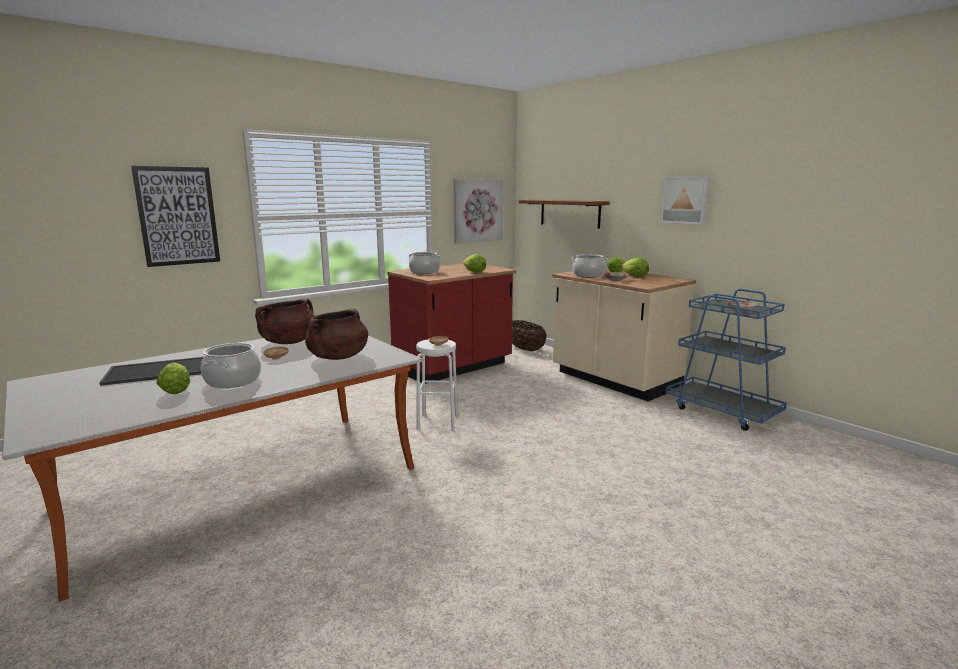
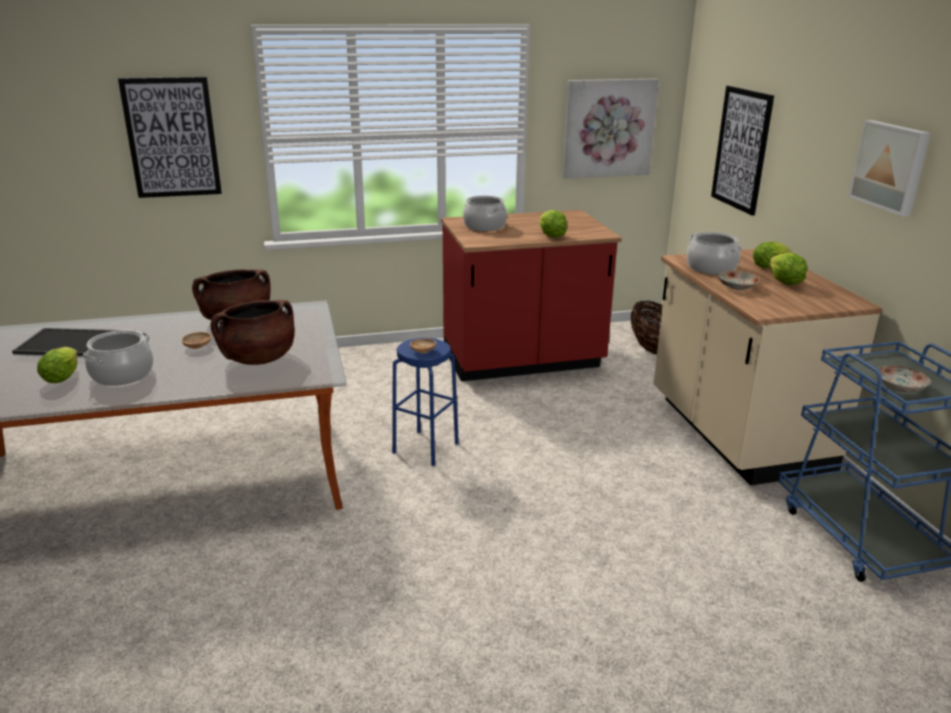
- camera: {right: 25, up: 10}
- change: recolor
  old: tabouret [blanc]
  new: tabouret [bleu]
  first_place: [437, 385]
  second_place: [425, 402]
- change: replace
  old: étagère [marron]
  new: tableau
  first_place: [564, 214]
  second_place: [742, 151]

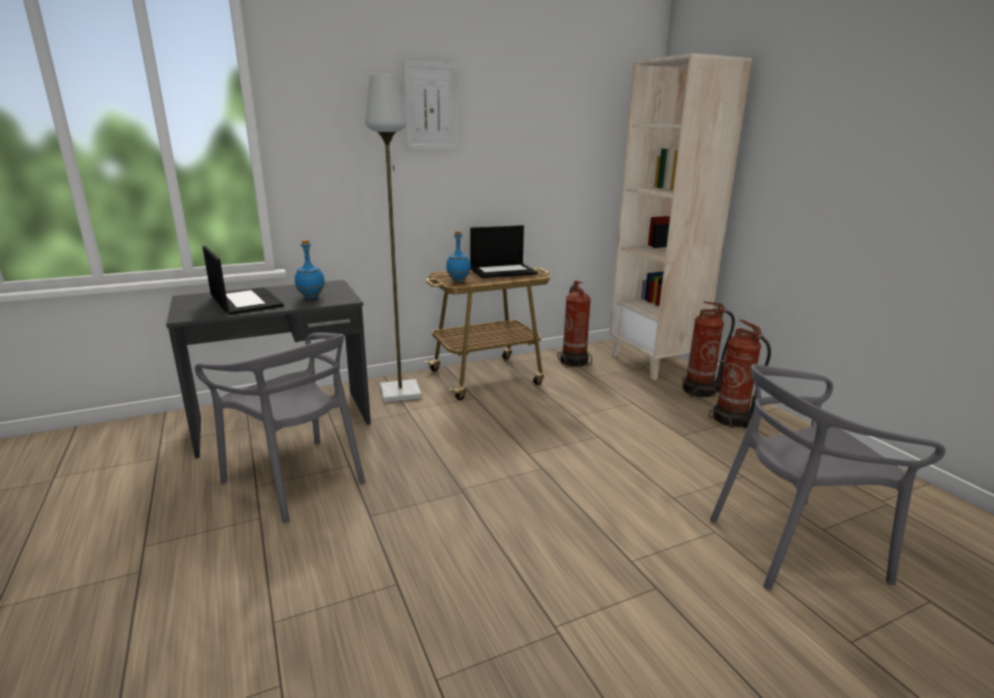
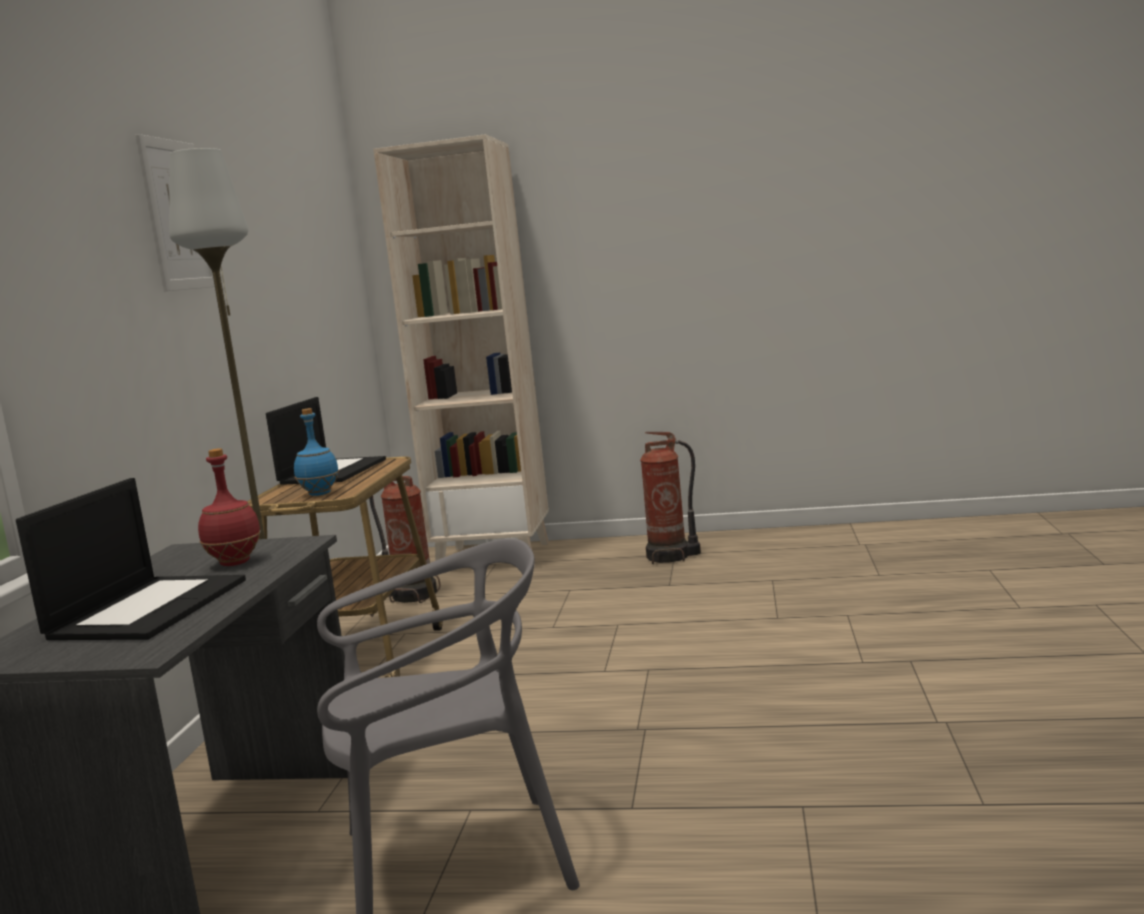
- camera: {right: -55, up: -10}
- change: rotate
  old: ordinateur portable
  first_place: [243, 280]
  second_place: [131, 559]
  degrees: 105
- change: recolor
  old: bouteille [bleu]
  new: bouteille [rouge]
  first_place: [310, 269]
  second_place: [229, 507]
- change: delete
  old: extincteur
  first_place: [708, 349]
- change: delete
  old: chaise [gris]
  first_place: [828, 477]

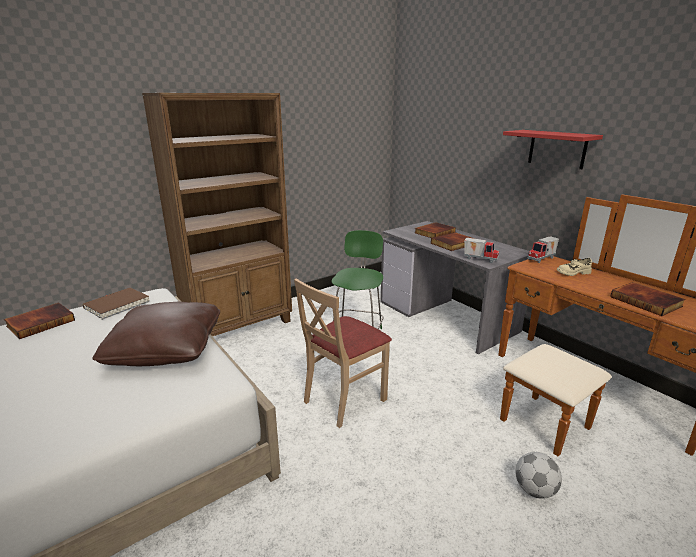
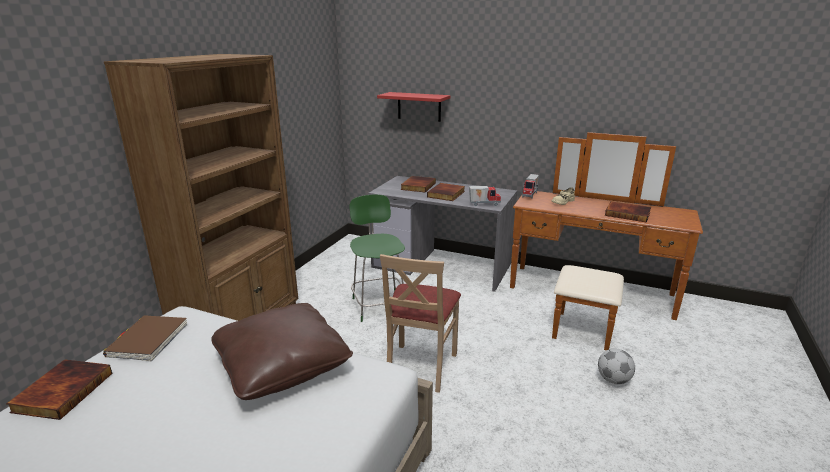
- camera: {right: -30, up: 0}
- change: move
  old: étagère [rouge]
  first_place: [553, 149]
  second_place: [414, 107]

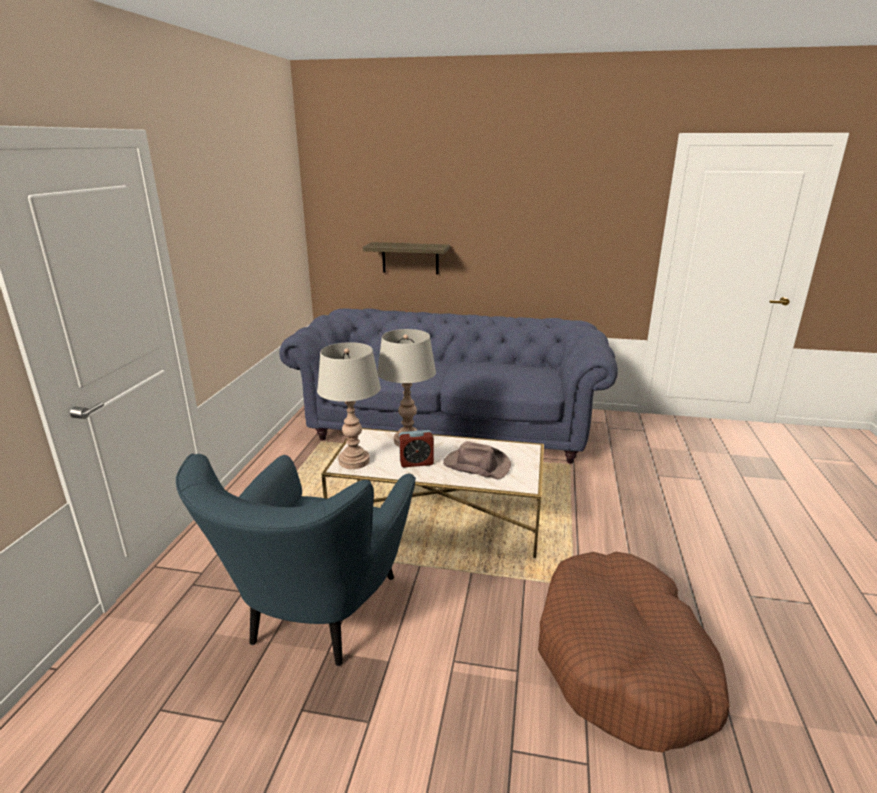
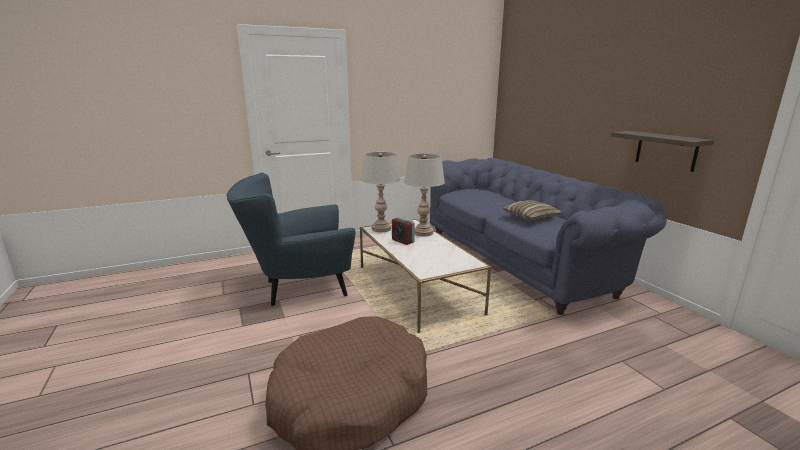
- camera: {right: 55, up: -5}
- change: insert
  new: coussin
  second_place: [533, 210]
- change: move
  old: étagère
  first_place: [406, 258]
  second_place: [663, 151]
- change: delete
  old: chapeau [marron]
  first_place: [477, 460]

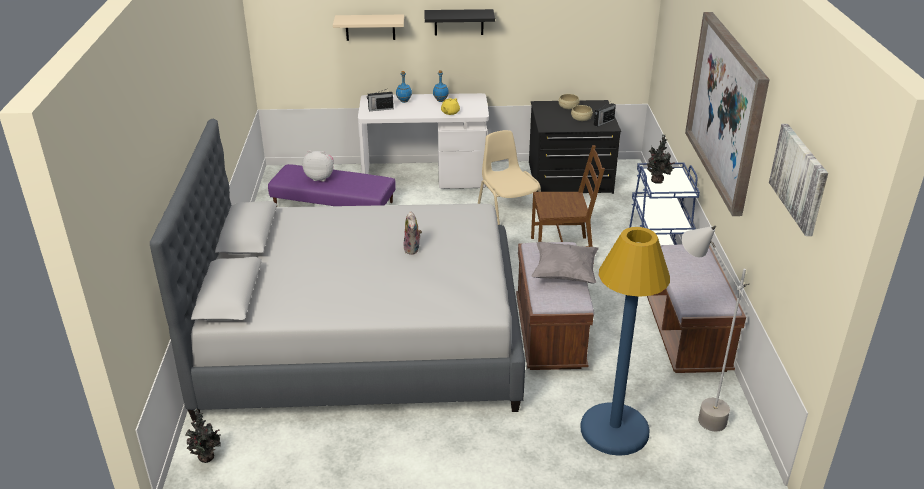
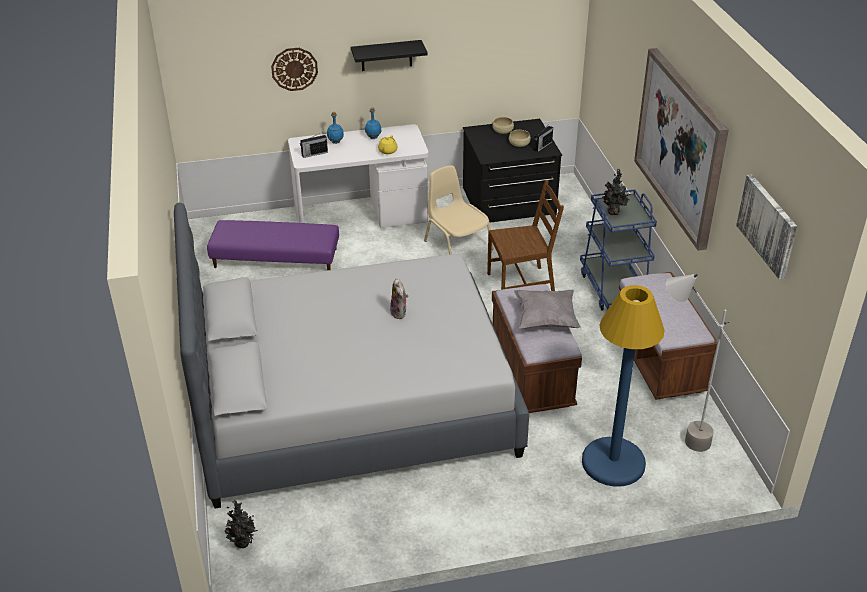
- camera: {right: -10, up: 5}
- change: replace
  old: étagère [beige]
  new: horloge murale
  first_place: [368, 28]
  second_place: [294, 69]
- change: delete
  old: peluche
  first_place: [318, 166]

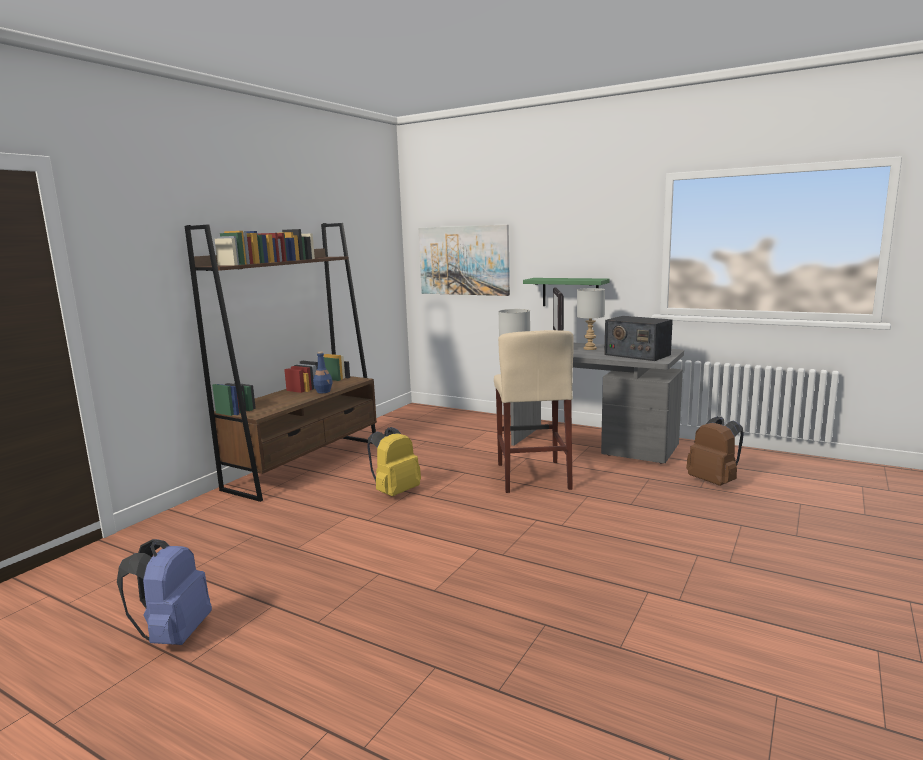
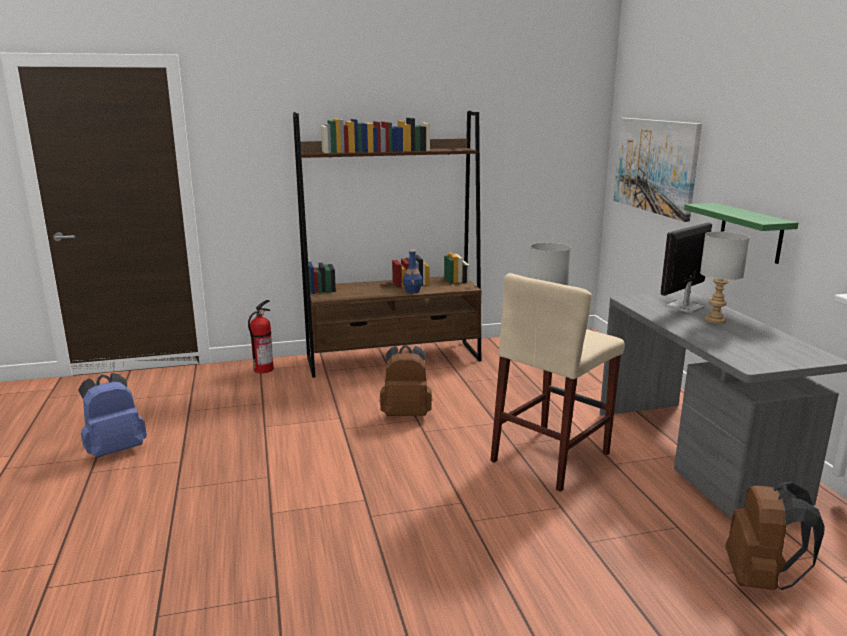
- camera: {right: 45, up: 5}
- change: insert
  new: extincteur
  second_place: [261, 336]
- change: recolor
  old: sac à dos [jaune]
  new: sac à dos [marron]
  first_place: [394, 461]
  second_place: [406, 380]
- change: delete
  old: radio
  first_place: [638, 338]

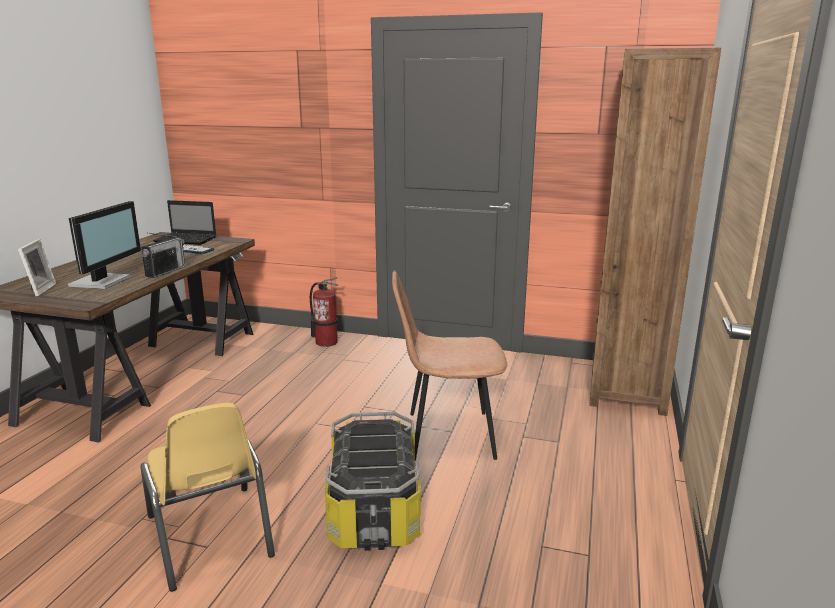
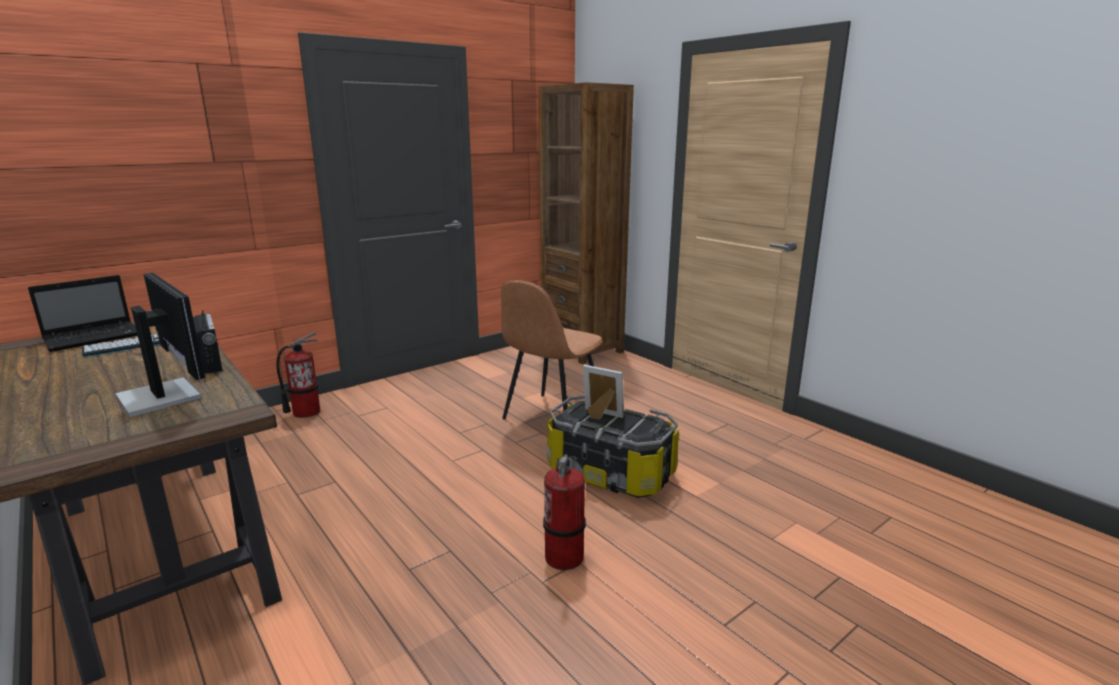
- camera: {right: -55, up: 0}
- change: replace
  old: chaise [jaune]
  new: extincteur
  first_place: [207, 497]
  second_place: [564, 512]
- change: move
  old: cadre photo
  first_place: [37, 267]
  second_place: [603, 392]

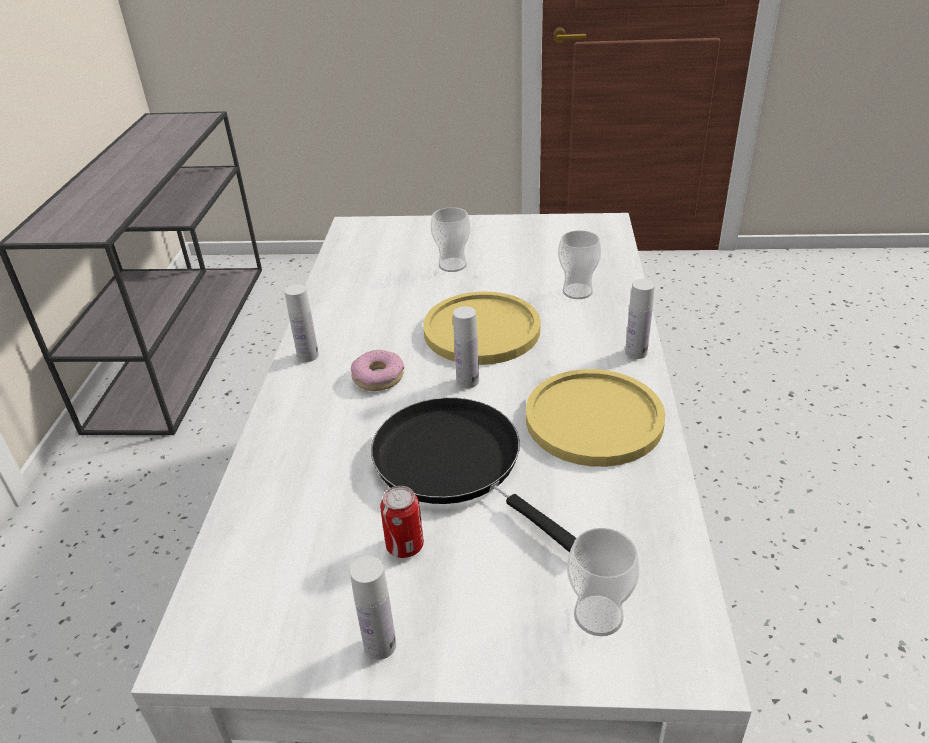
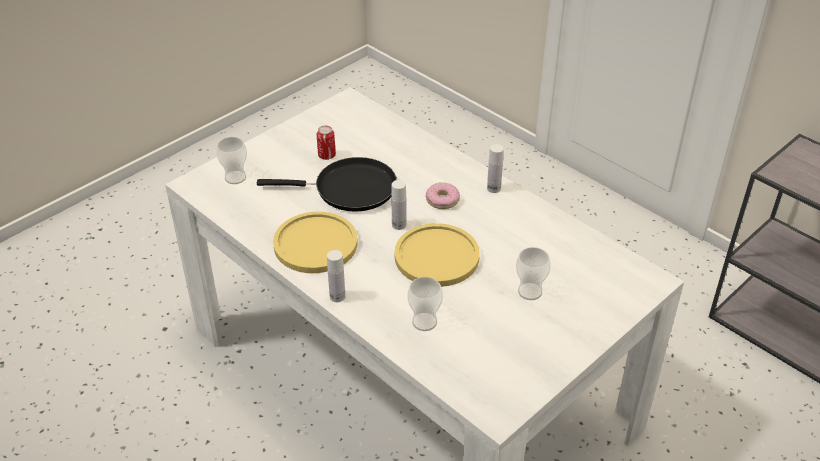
- camera: {right: 130, up: 5}
- change: delete
  old: bouteille [blanc]
  first_place: [373, 608]

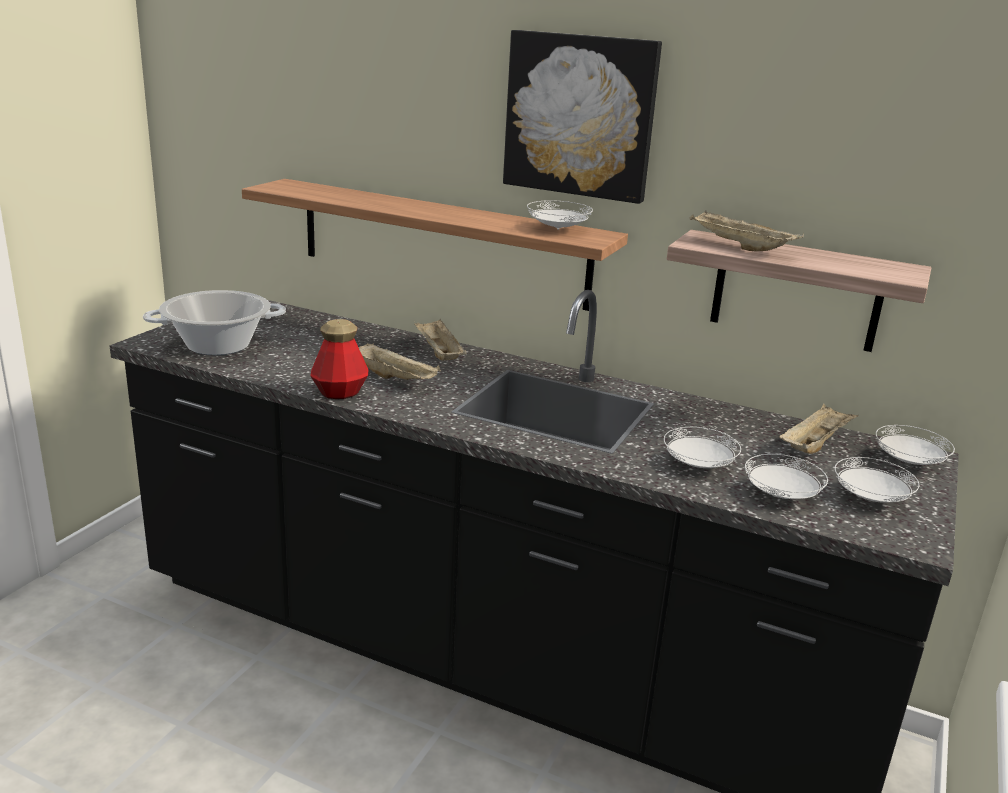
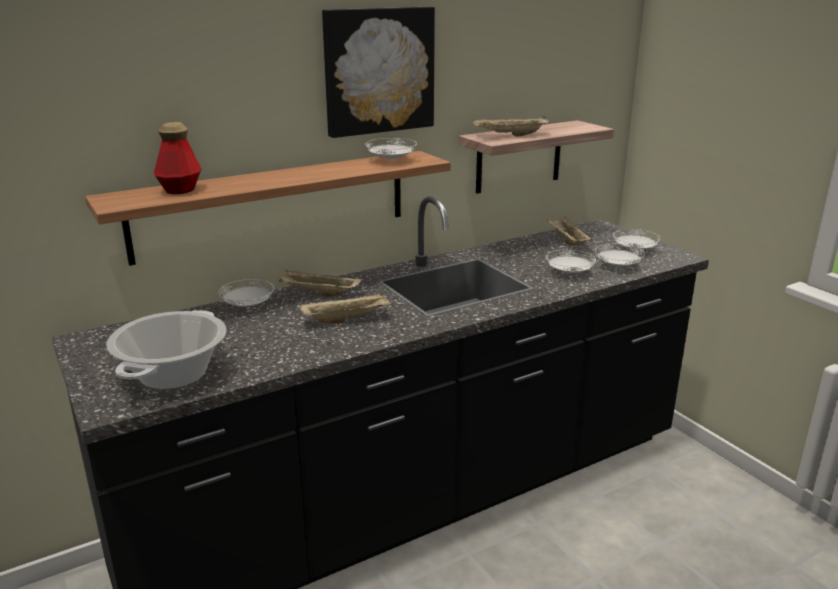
- camera: {right: -55, up: 0}
- change: move
  old: bouteille
  first_place: [339, 359]
  second_place: [177, 158]
- change: move
  old: assiette [blanc]
  first_place: [915, 445]
  second_place: [246, 293]

